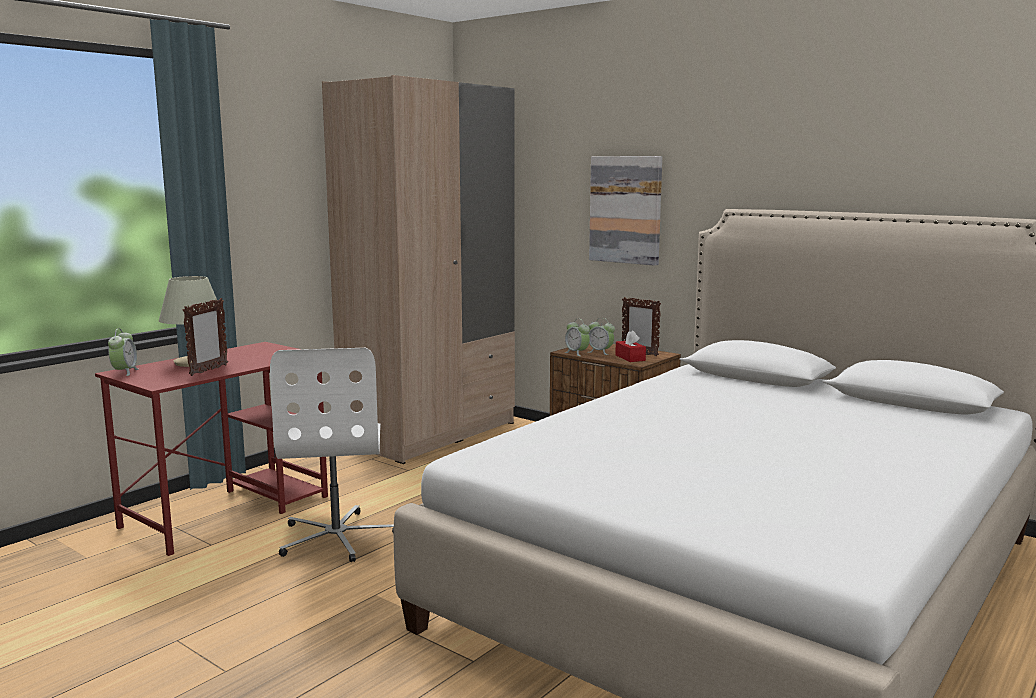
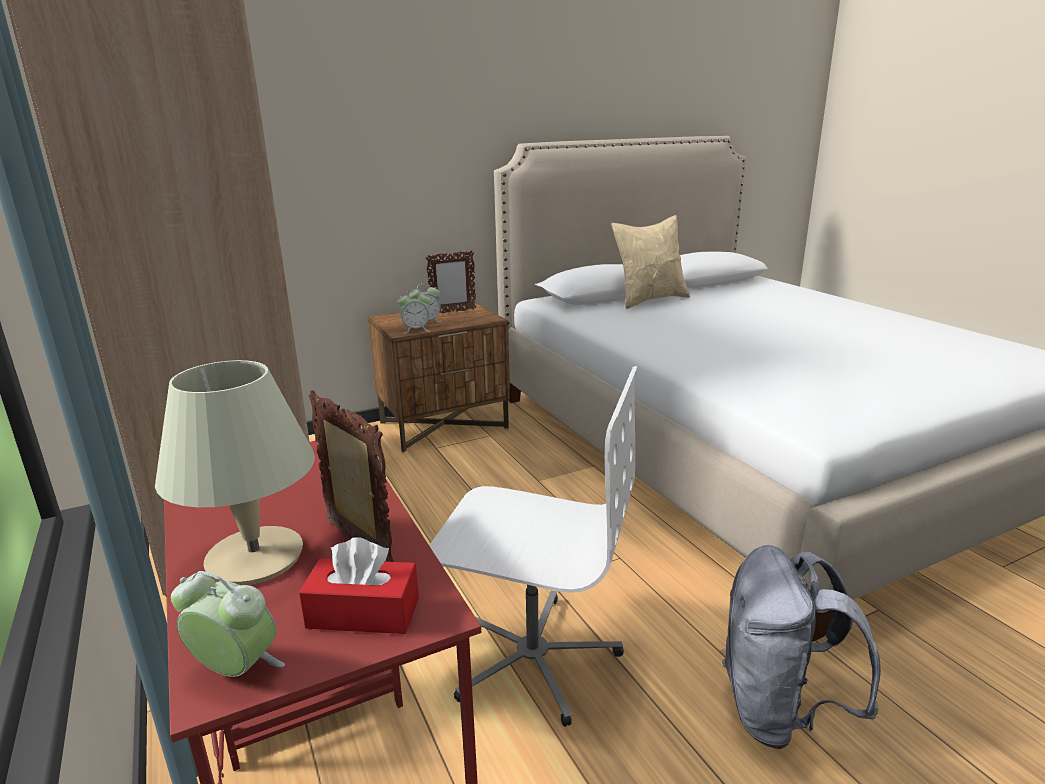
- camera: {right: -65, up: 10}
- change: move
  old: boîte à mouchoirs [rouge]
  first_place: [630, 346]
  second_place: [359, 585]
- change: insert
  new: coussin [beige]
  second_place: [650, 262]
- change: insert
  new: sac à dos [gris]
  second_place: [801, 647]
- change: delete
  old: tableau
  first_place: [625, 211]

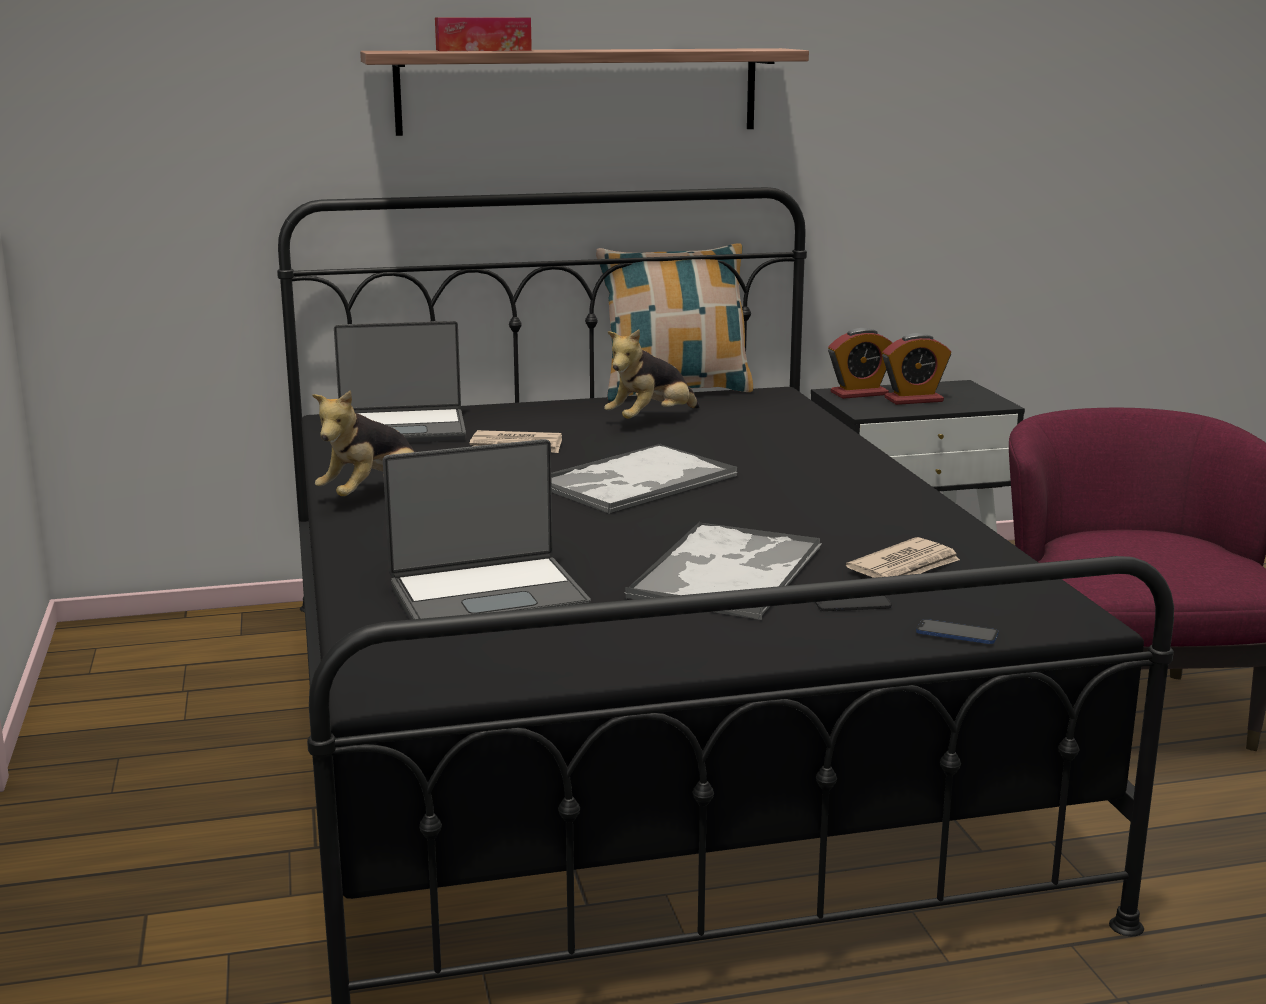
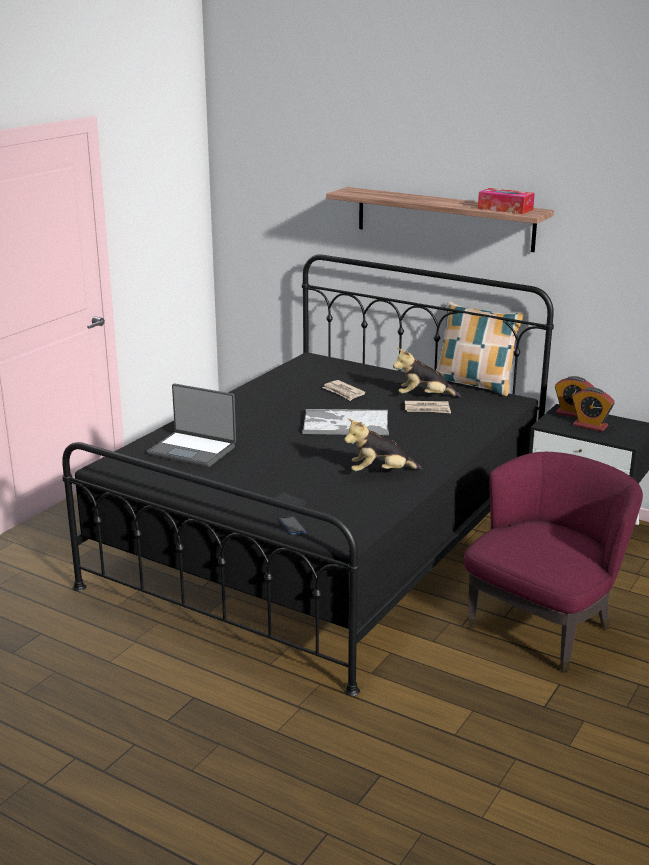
- camera: {right: 45, up: 5}
- change: move
  old: peluche
  first_place: [364, 443]
  second_place: [383, 444]
- change: move
  old: journal
  first_place: [903, 557]
  second_place: [428, 407]
- change: move
  old: boîte à mouchoirs
  first_place: [483, 34]
  second_place: [506, 201]
- change: delete
  old: ordinateur portable
  first_place: [400, 382]
- change: delete
  old: plateau
  first_place: [722, 571]

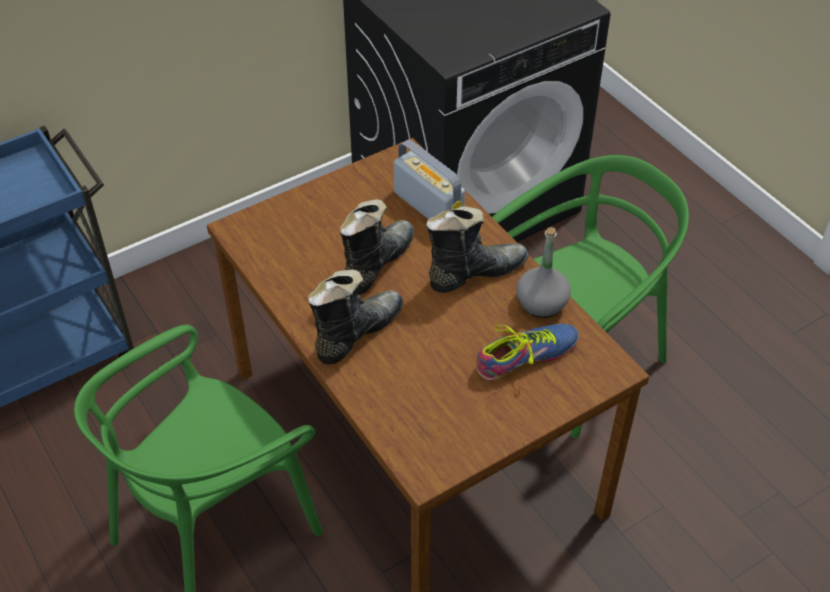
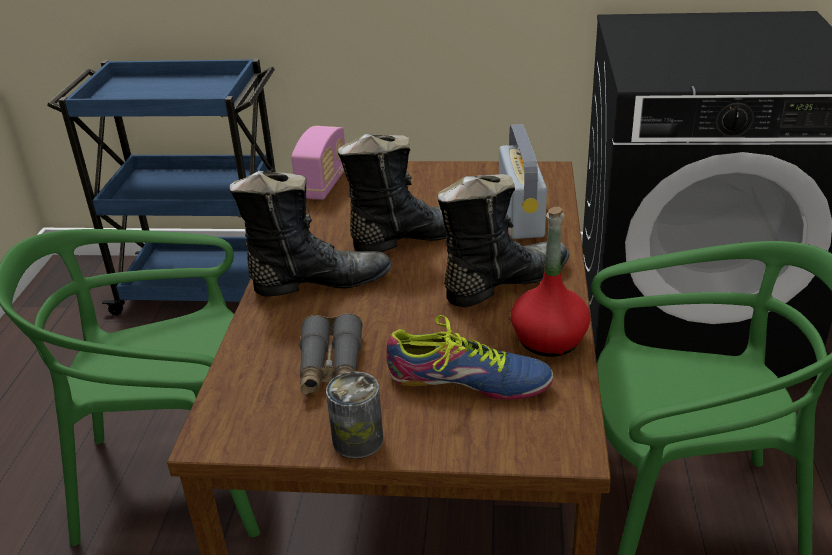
- camera: {right: 40, up: -15}
- change: insert
  new: radio
  second_place: [318, 163]
- change: insert
  new: jumelles [gris]
  second_place: [331, 354]
- change: insert
  new: boîte métallique
  second_place: [354, 415]
- change: rotate
  old: botte [noir]
  first_place: [477, 249]
  second_place: [503, 240]
  degrees: -45
- change: recolor
  old: bouteille [gris]
  new: bouteille [rouge]
  first_place: [543, 272]
  second_place: [551, 282]

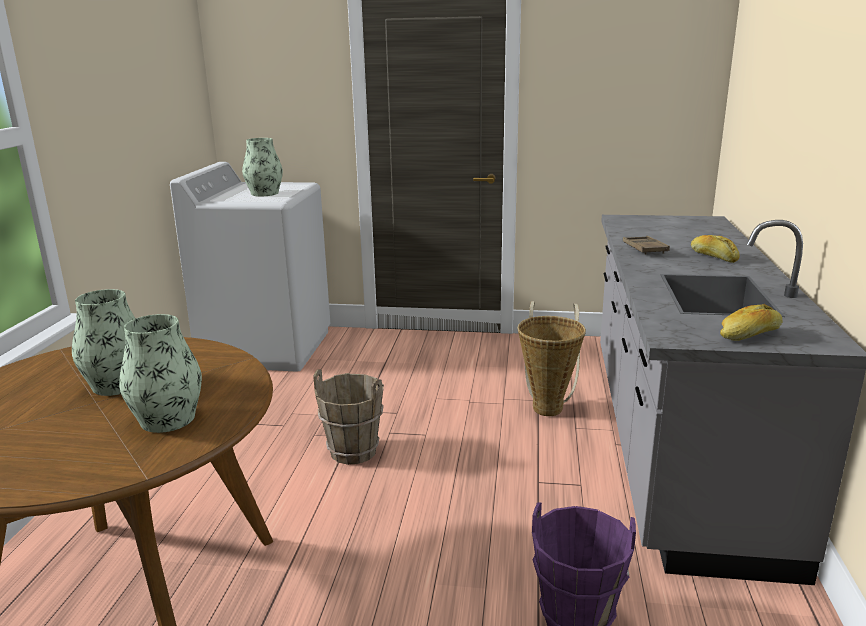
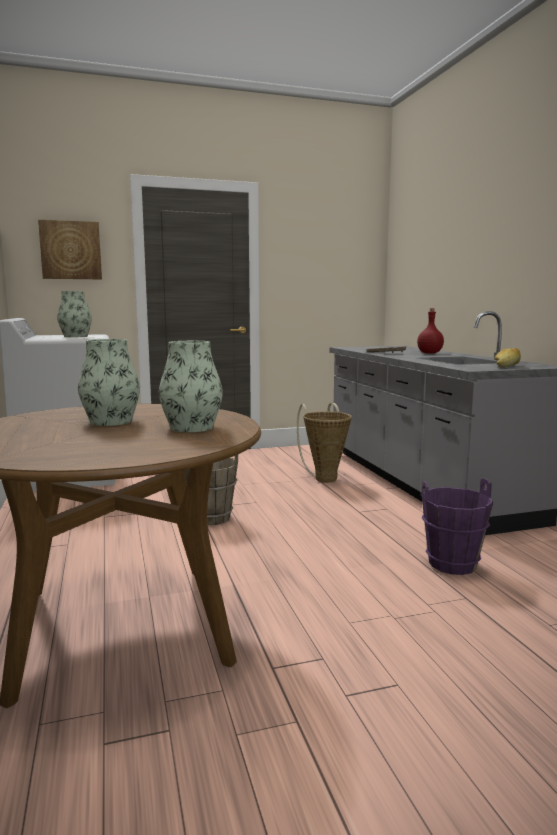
- camera: {right: -25, up: -10}
- change: insert
  new: tableau
  second_place: [70, 249]
- change: replace
  old: pain
  new: bouteille [rouge]
  first_place: [715, 249]
  second_place: [430, 331]

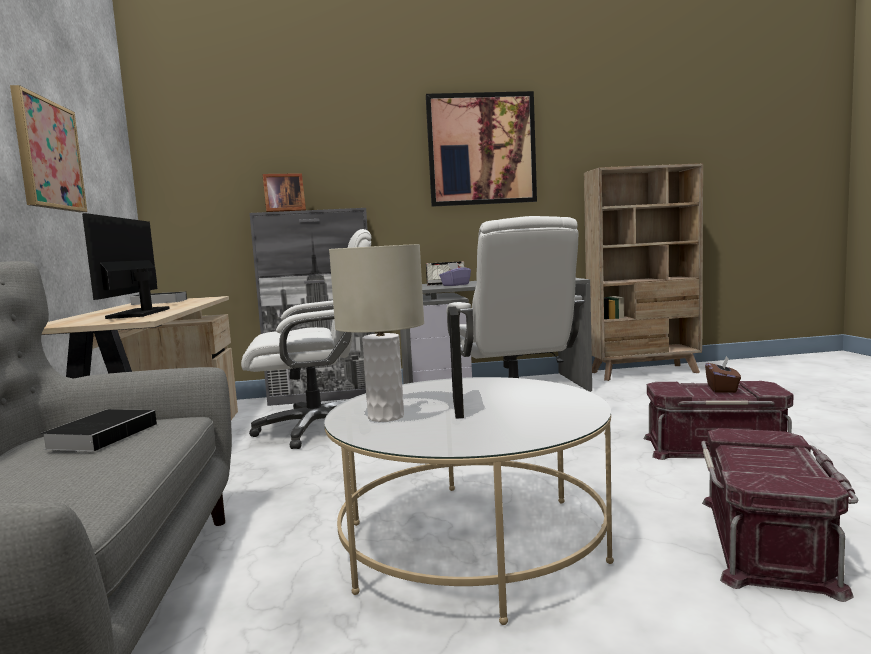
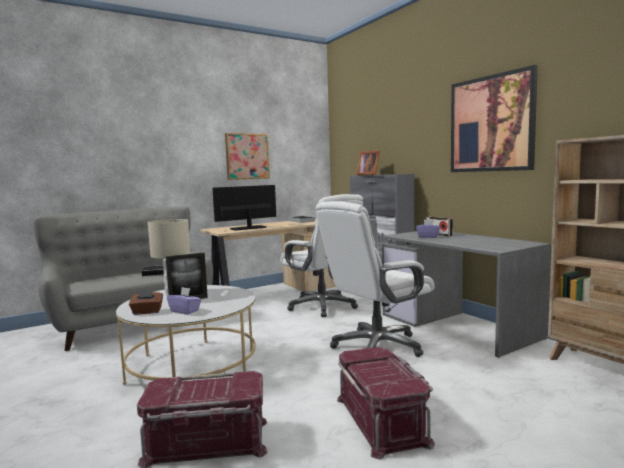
- camera: {right: 65, up: 0}
- change: move
  old: boîte à mouchoirs [marron]
  first_place: [723, 375]
  second_place: [146, 302]
- change: insert
  new: boîte à mouchoirs [violet]
  second_place: [184, 300]

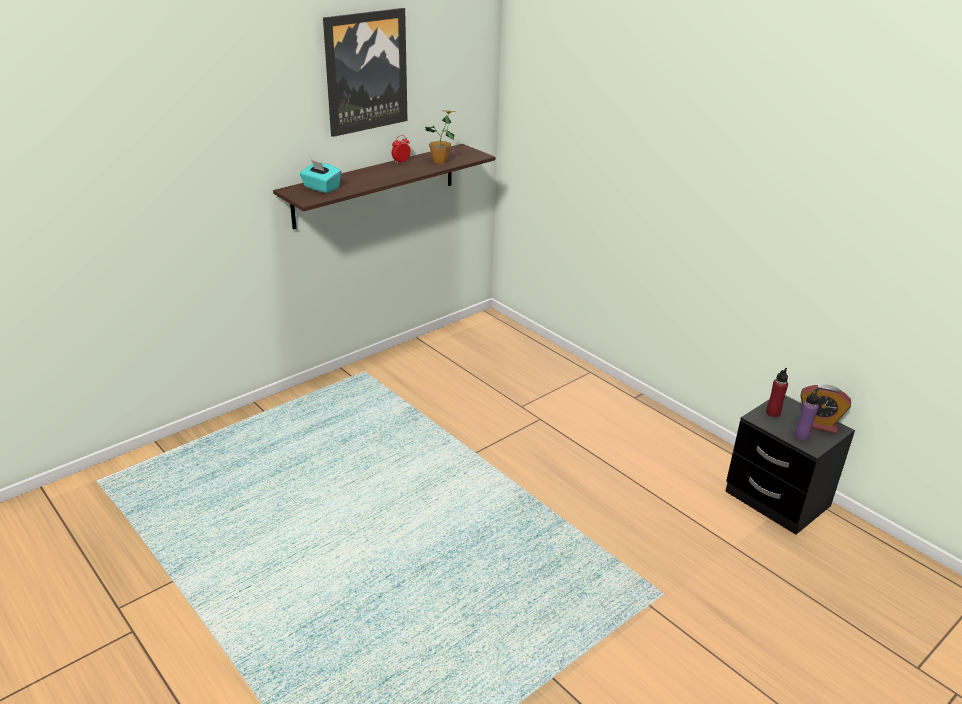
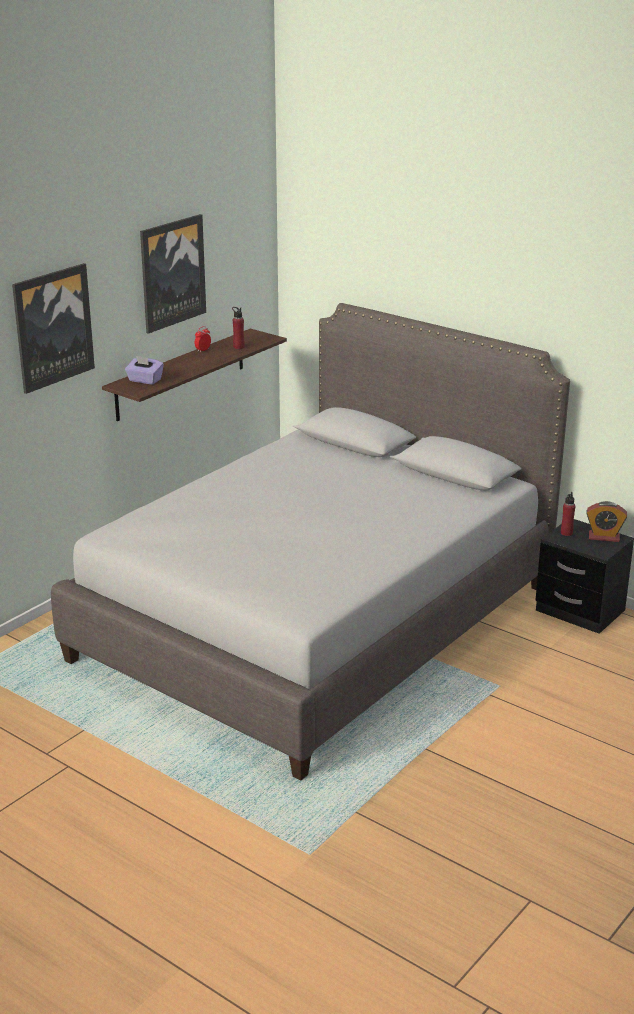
- camera: {right: -10, up: -5}
- change: insert
  new: tableau
  second_place: [53, 328]
- change: insert
  new: lit [gris]
  second_place: [310, 542]
- change: recolor
  old: boîte à mouchoirs [turquoise]
  new: boîte à mouchoirs [violet]
  first_place: [320, 176]
  second_place: [144, 370]
- change: replace
  old: plante en pot
  new: bouteille [rouge]
  first_place: [440, 137]
  second_place: [238, 328]
- change: delete
  old: bouteille [violet]
  first_place: [807, 414]

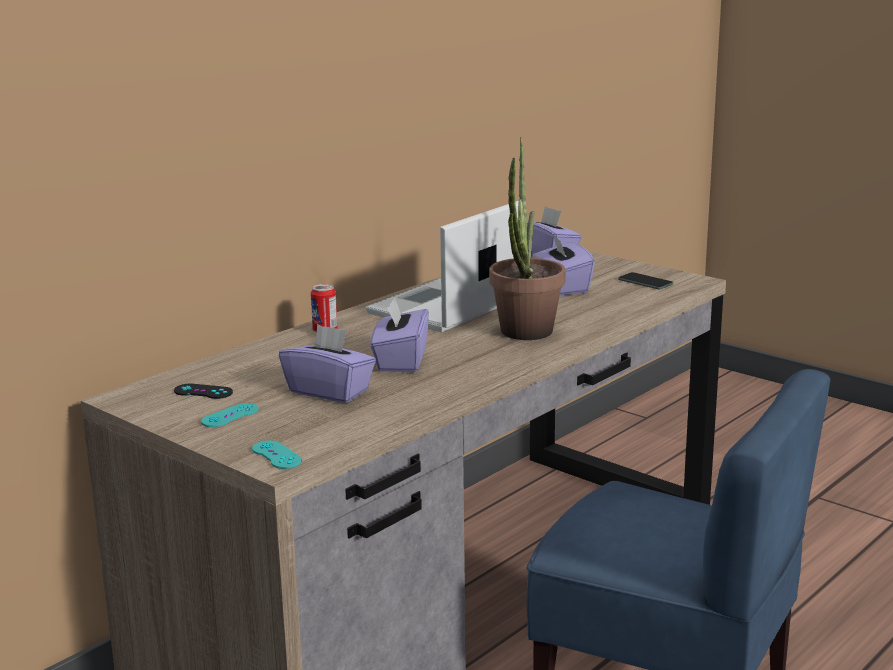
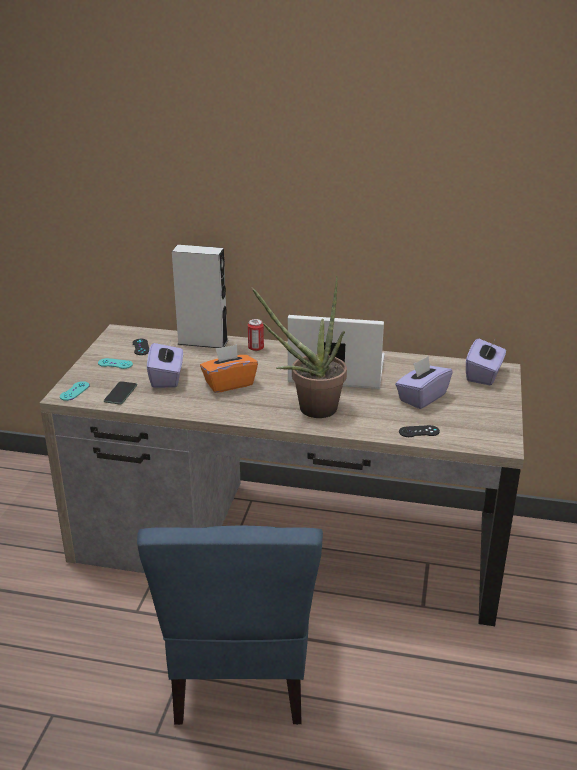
- camera: {right: 60, up: 10}
- change: move
  old: téléphone
  first_place: [646, 280]
  second_place: [120, 392]
- change: insert
  new: enceinte [gris]
  second_place: [200, 296]
- change: recolor
  old: boîte à mouchoirs [violet]
  new: boîte à mouchoirs [orange]
  first_place: [399, 334]
  second_place: [229, 368]
- change: insert
  new: manette [noir]
  second_place: [419, 431]

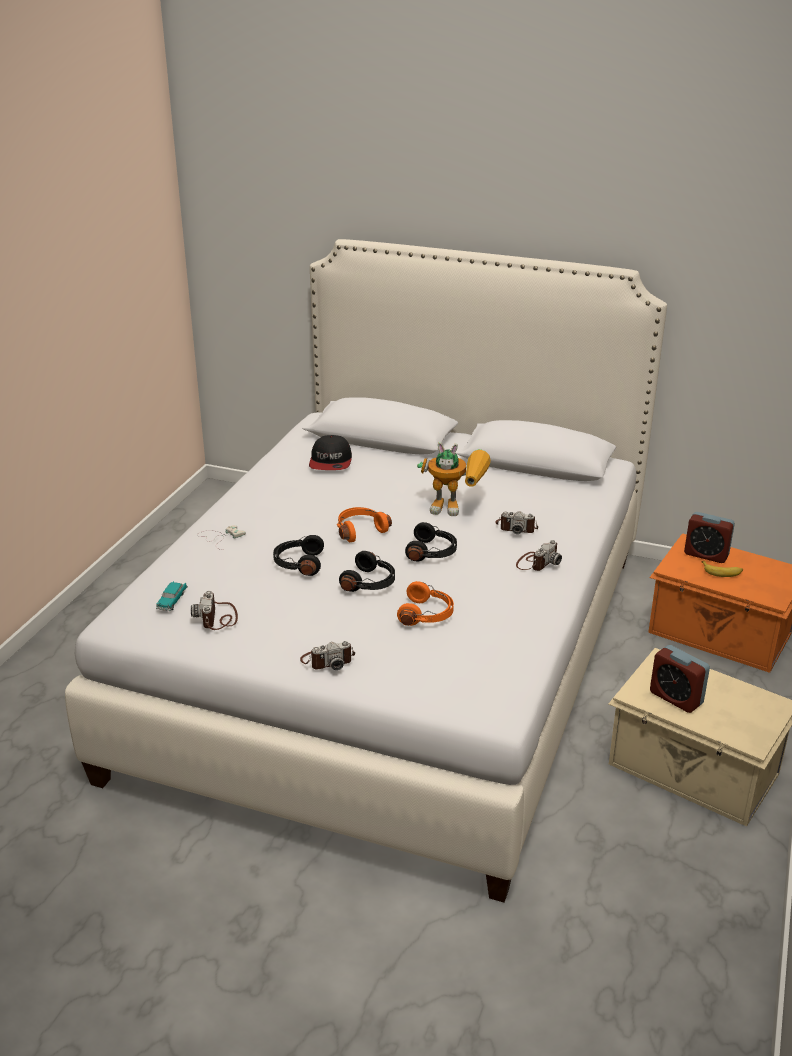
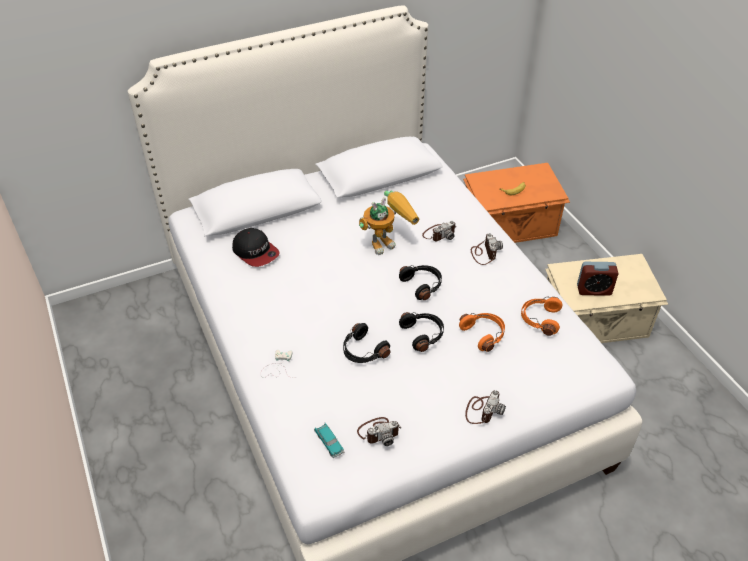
- camera: {right: -45, up: 15}
- change: rotate
  old: appareil photo
  first_place: [214, 610]
  second_place: [379, 431]
  degrees: -60
- change: move
  old: casque audio [orange]
  first_place: [364, 524]
  second_place: [541, 316]
- change: delete
  old: réveil
  first_place: [709, 537]

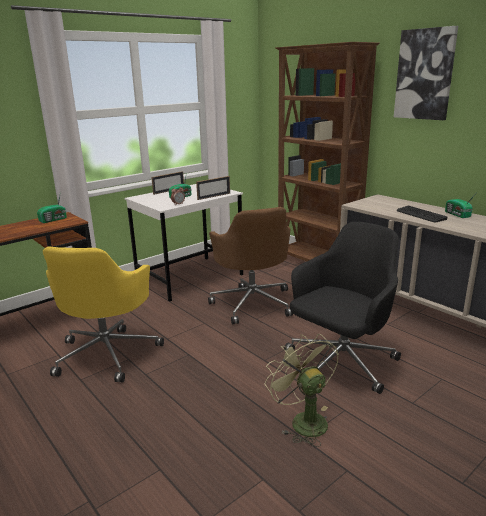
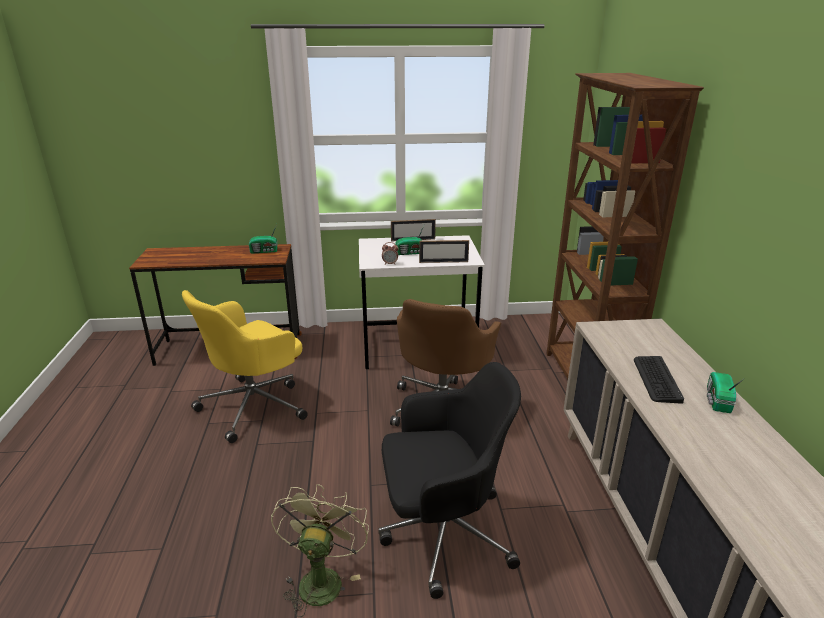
- camera: {right: 35, up: 5}
- change: delete
  old: tableau
  first_place: [426, 73]

